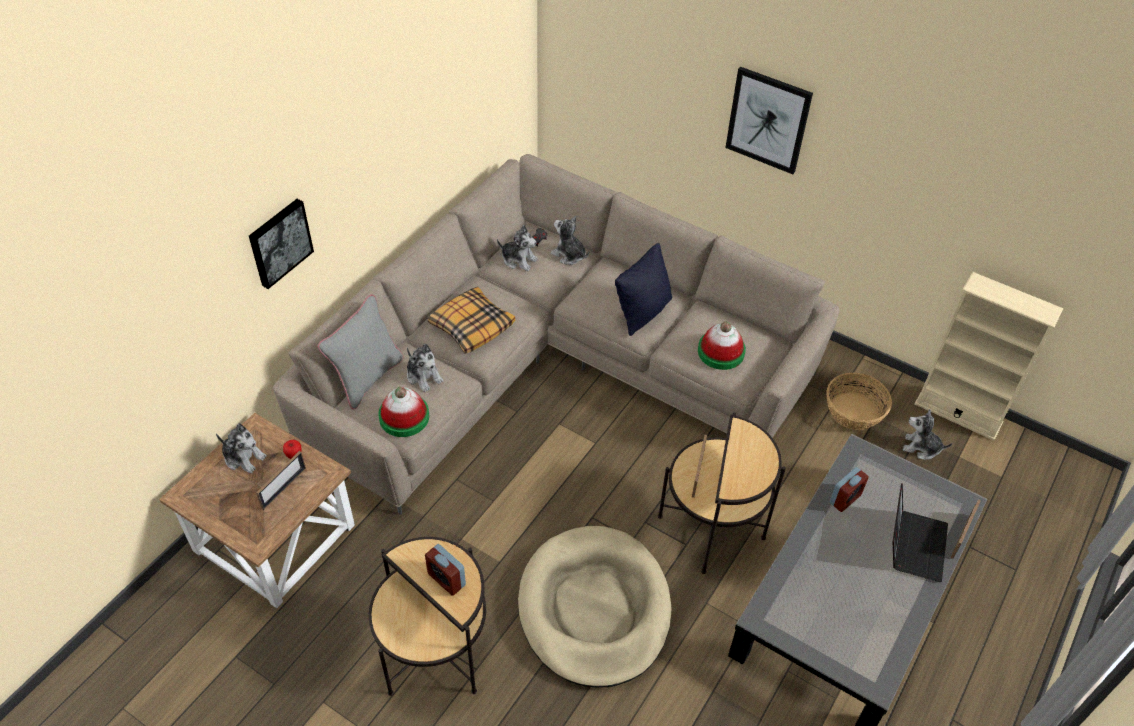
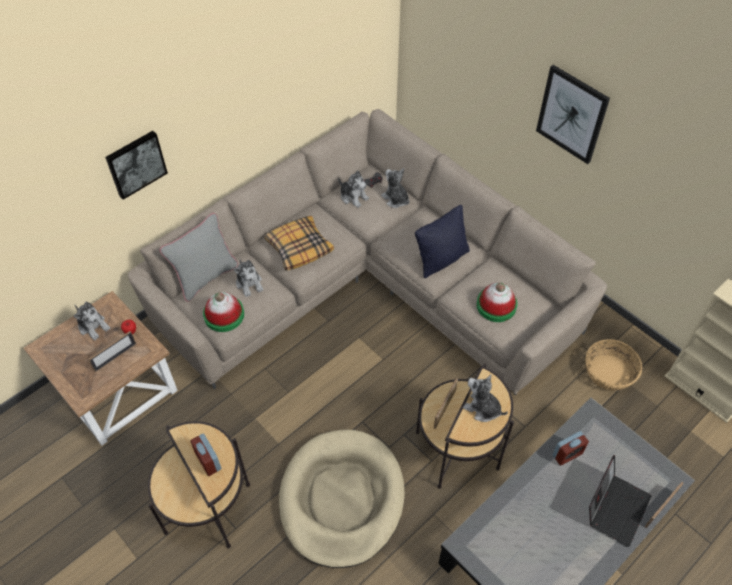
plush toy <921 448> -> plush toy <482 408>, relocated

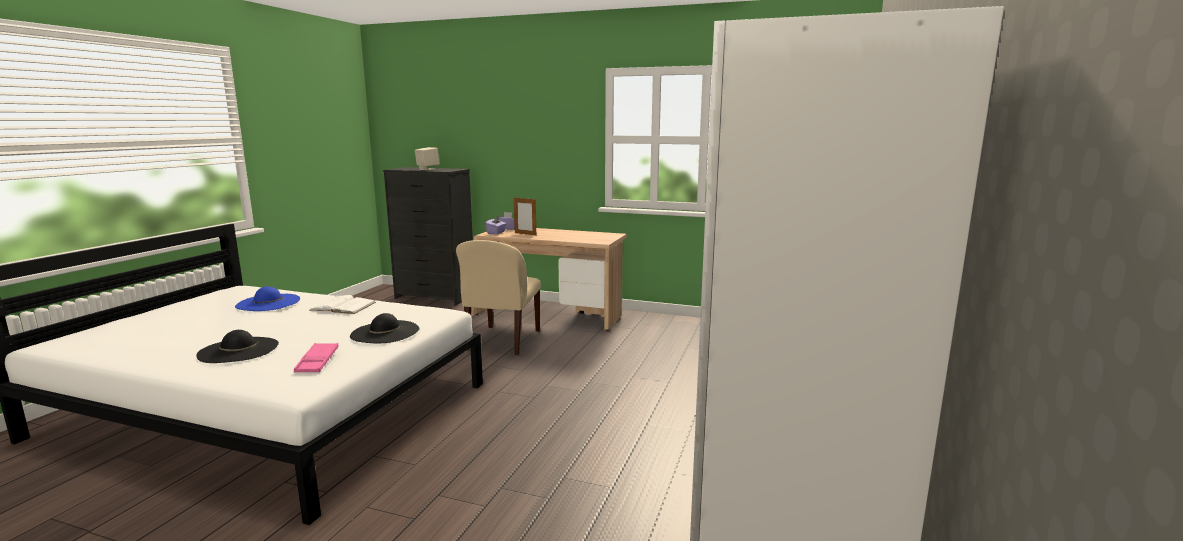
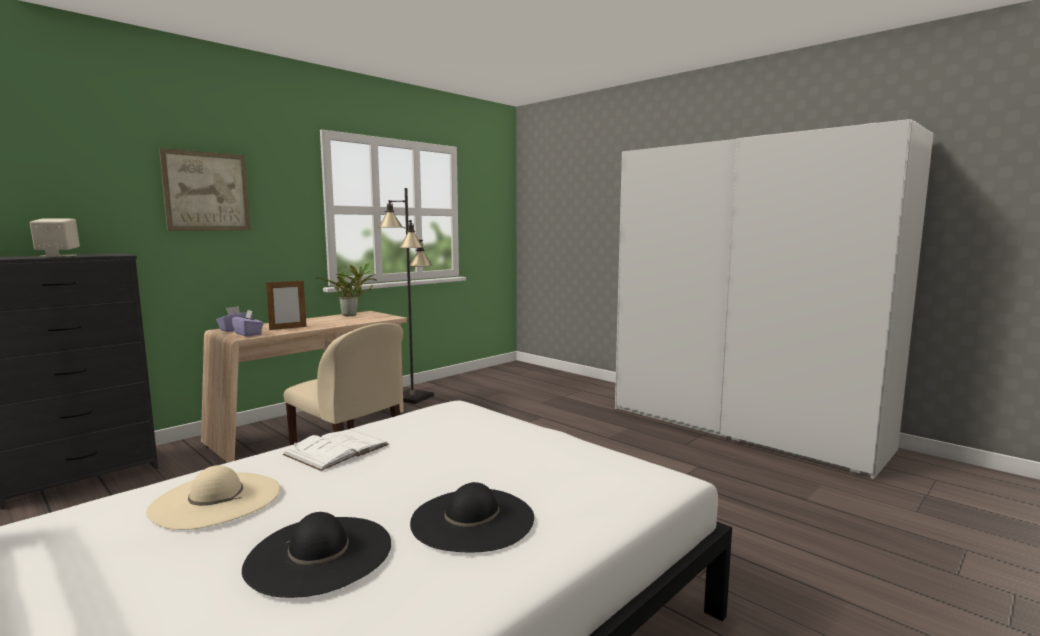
blue hat <268 303> -> beige hat <216 499>
black hat <385 332> -> black hat <319 554>, relocated
pink tray <317 362> -> none
none -> picture <206 191>
none -> black floor lamp <412 397>
none -> potted plant <351 315>

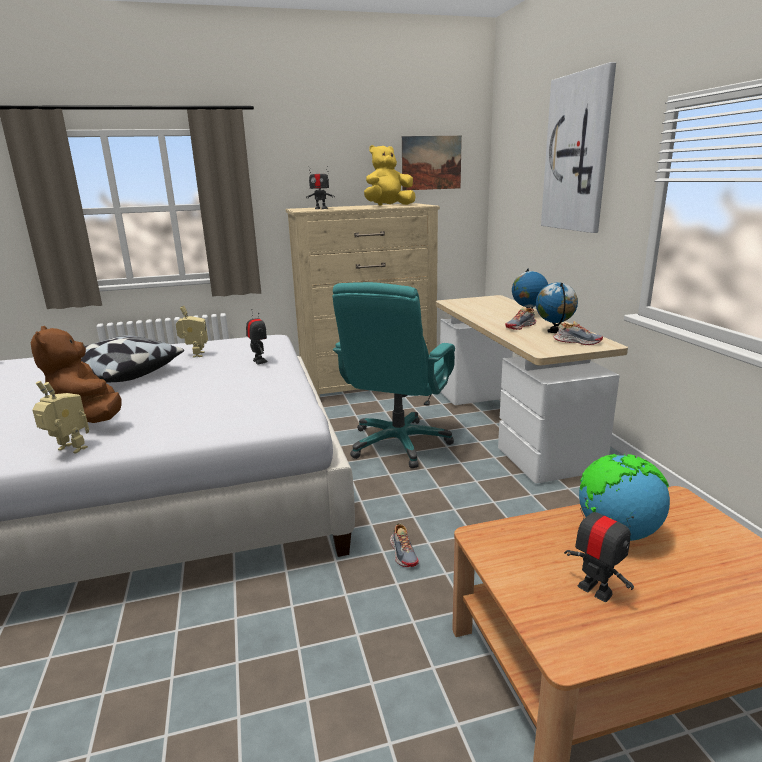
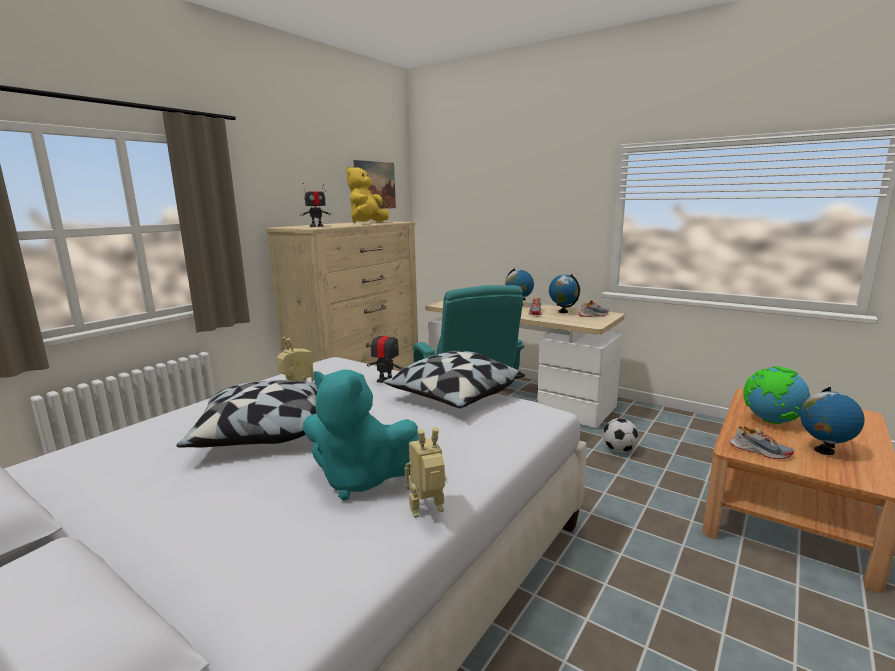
picture <577 153> -> none
brown plush toy <90 419> -> turquoise plush toy <361 479>
toy robot <595 590> -> globe <823 451>
shoe <404 553> -> shoe <759 451>, relocated
none -> pillow <454 397>
none -> football <619 450>

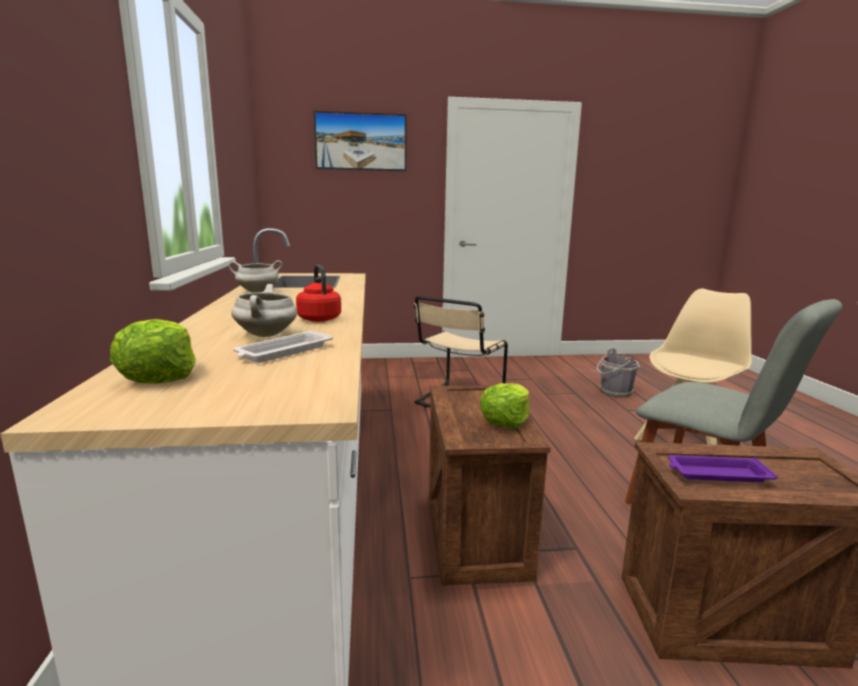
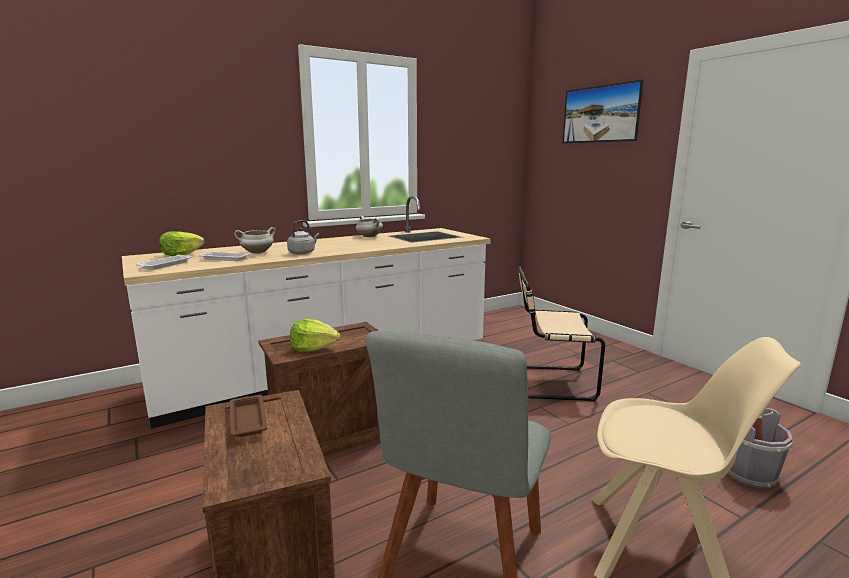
red kettle <318 318> -> grey kettle <303 253>
purple tray <716 474> -> brown tray <248 419>
none -> white tray <164 265>

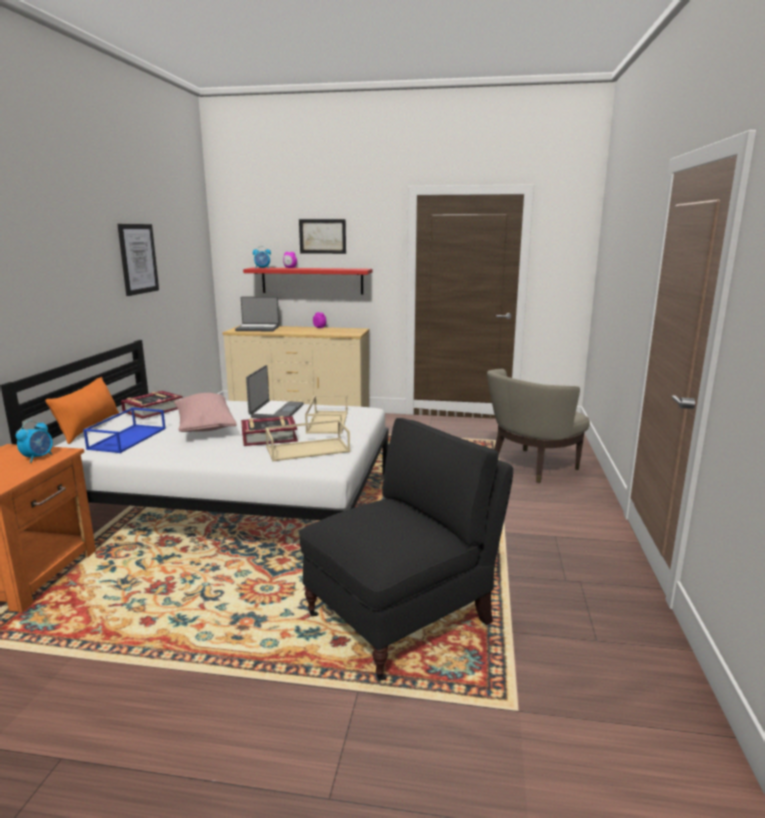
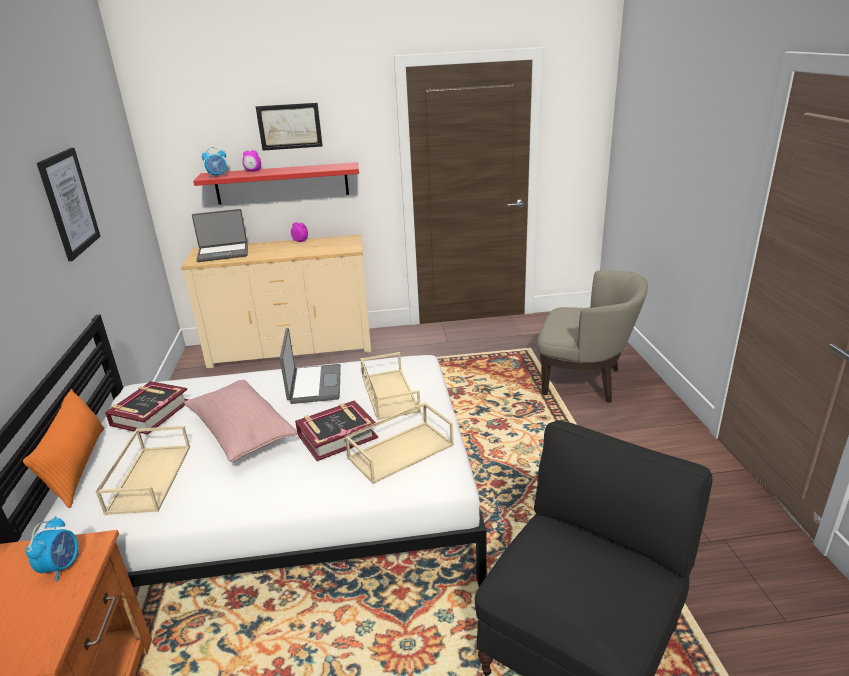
beige armchair <530 467> -> beige armchair <585 381>, 105 degrees counterclockwise
blue tray <127 438> -> beige tray <149 477>

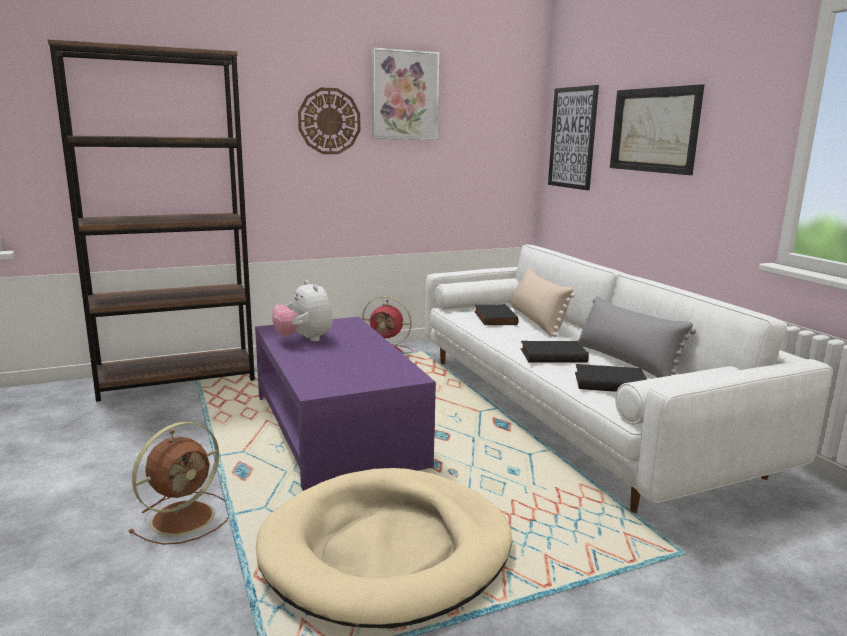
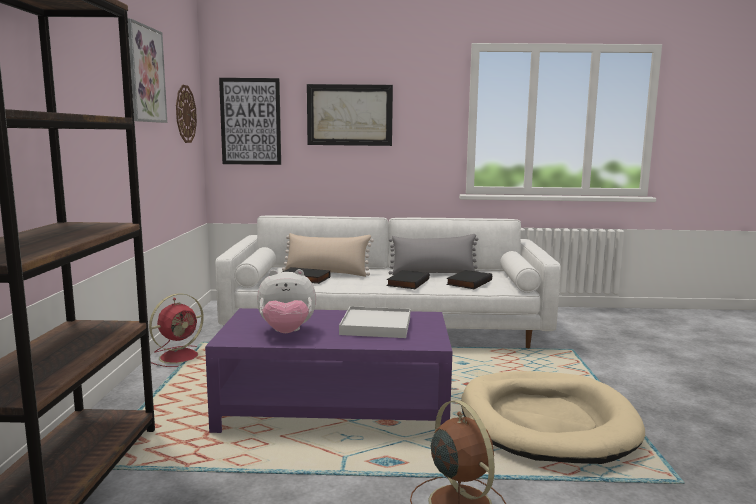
wall clock <329 121> -> wall clock <185 114>, relocated
none -> white tray <376 326>

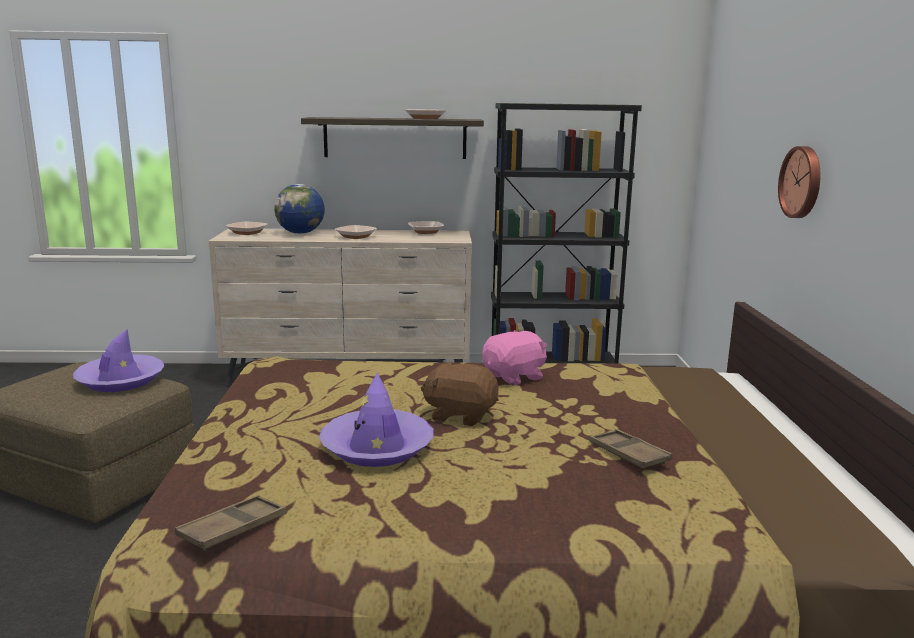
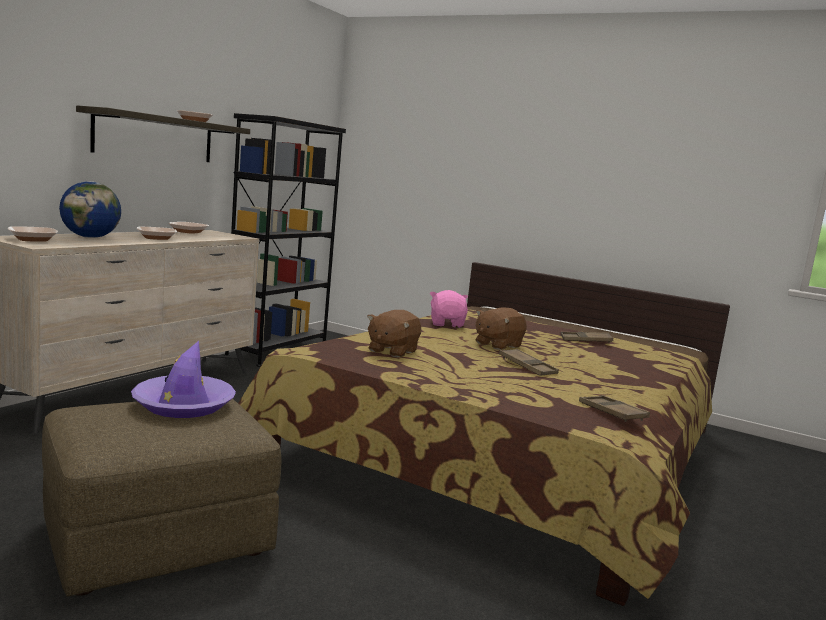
wall clock <802 182> -> none
purple hat <377 447> -> brown tray <527 367>
none -> brown plush toy <392 351>

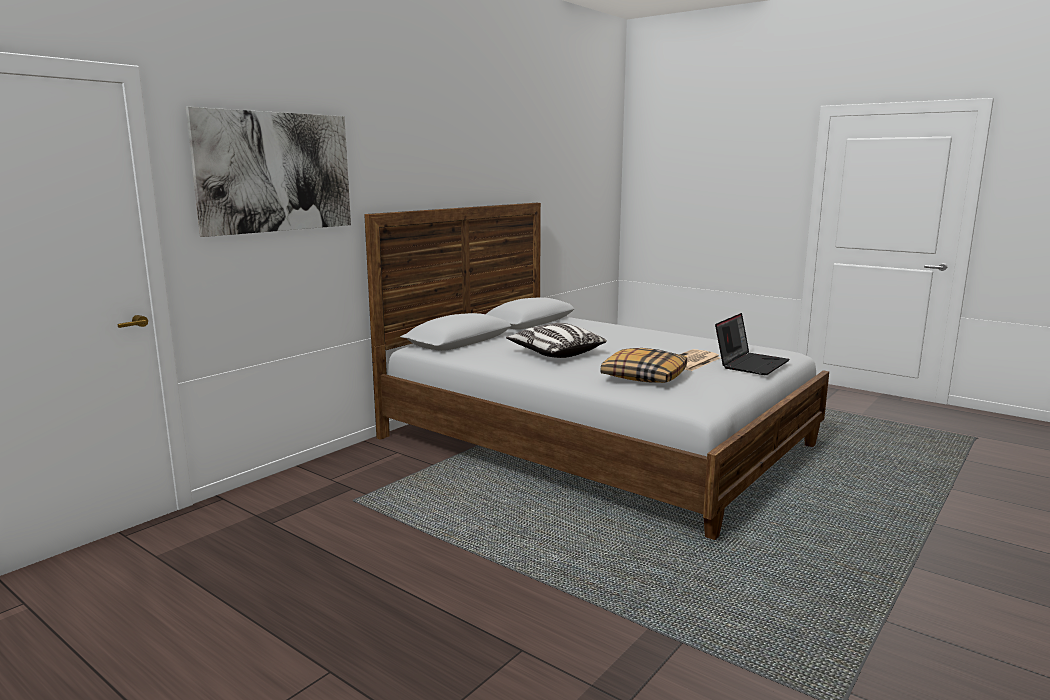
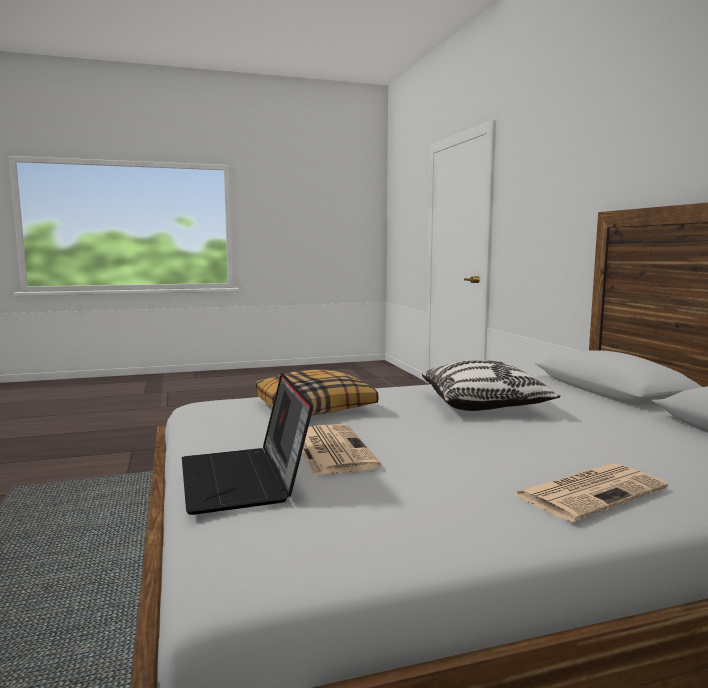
picture <276 172> -> none
none -> newspaper <591 491>

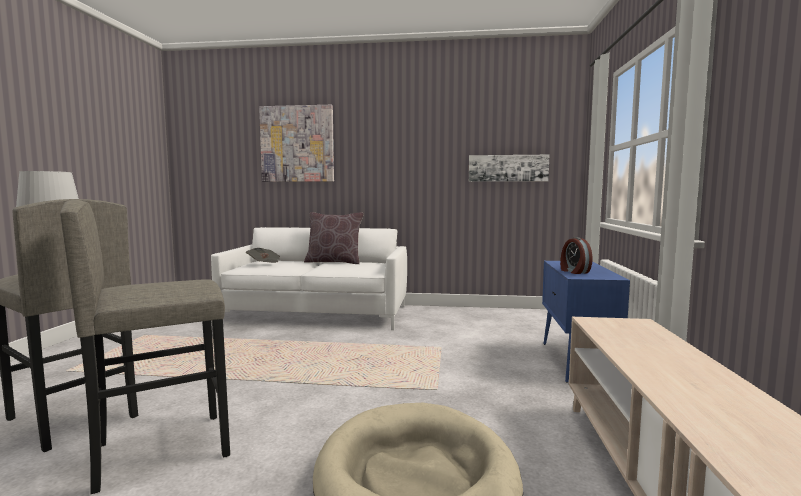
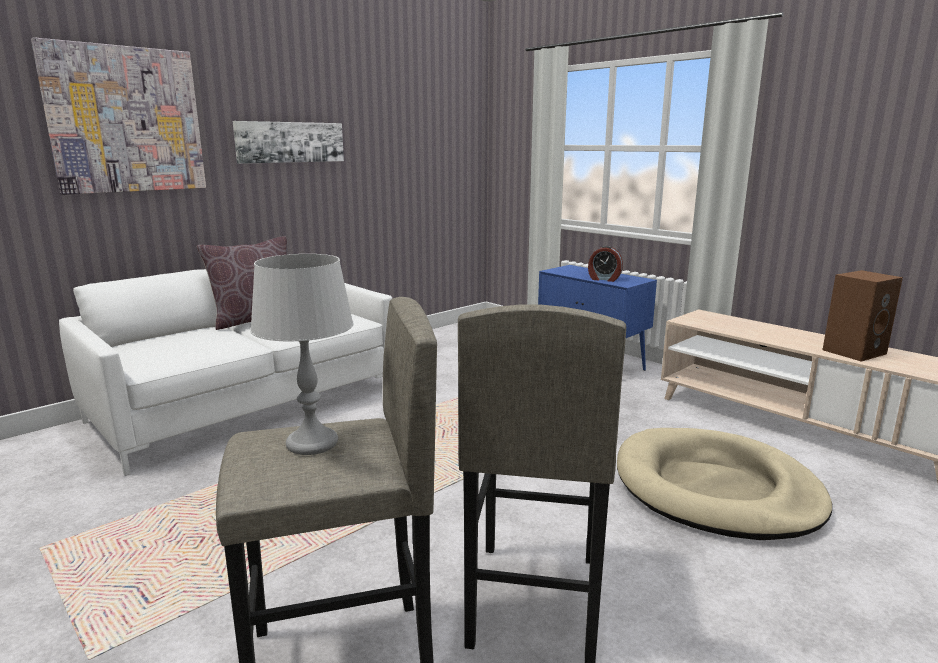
picture <508 168> -> picture <290 142>, relocated
newspaper <265 265> -> none
none -> brown speaker <853 351>

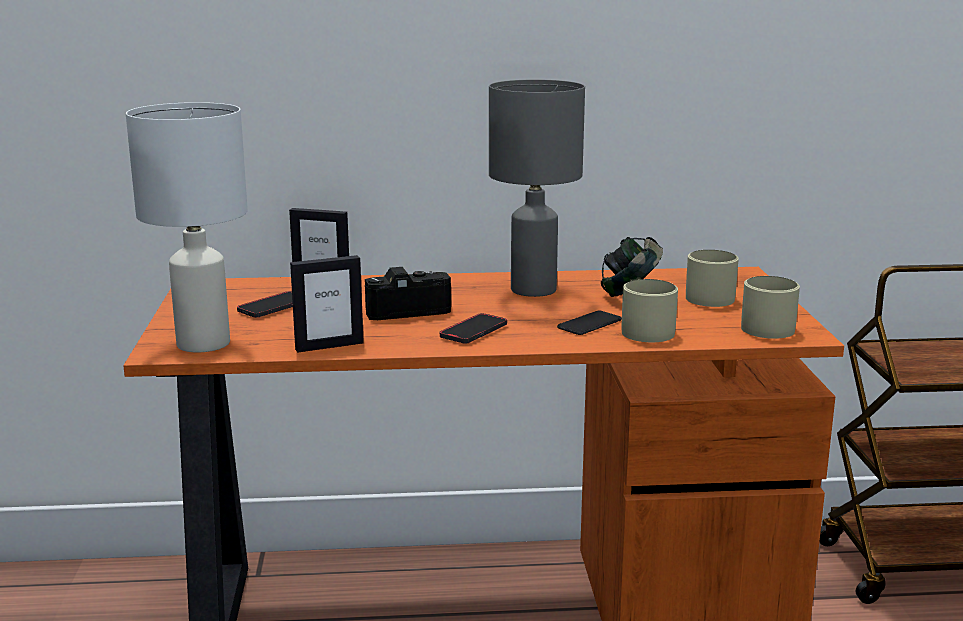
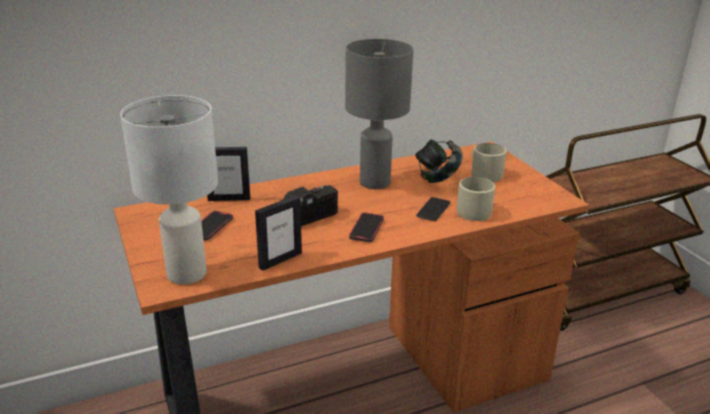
beige mug <766 327> -> none

